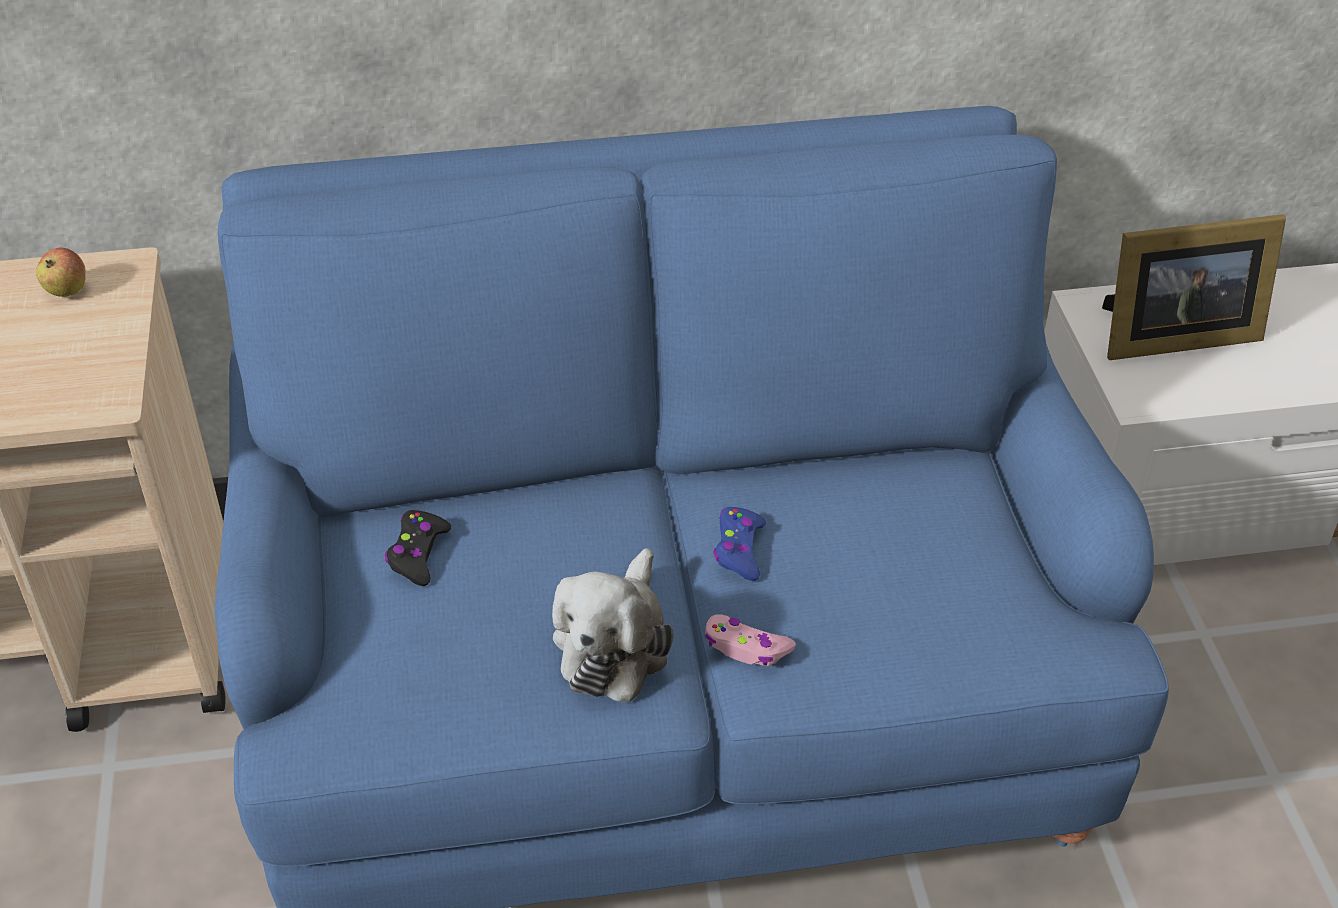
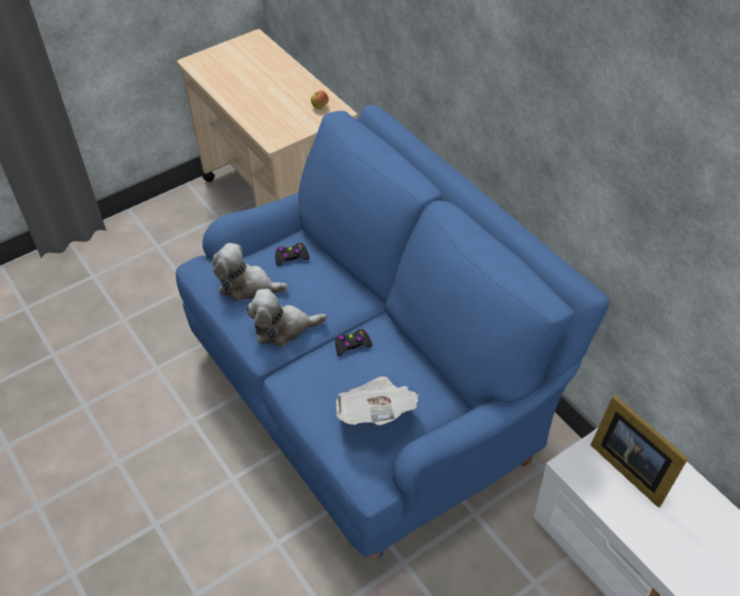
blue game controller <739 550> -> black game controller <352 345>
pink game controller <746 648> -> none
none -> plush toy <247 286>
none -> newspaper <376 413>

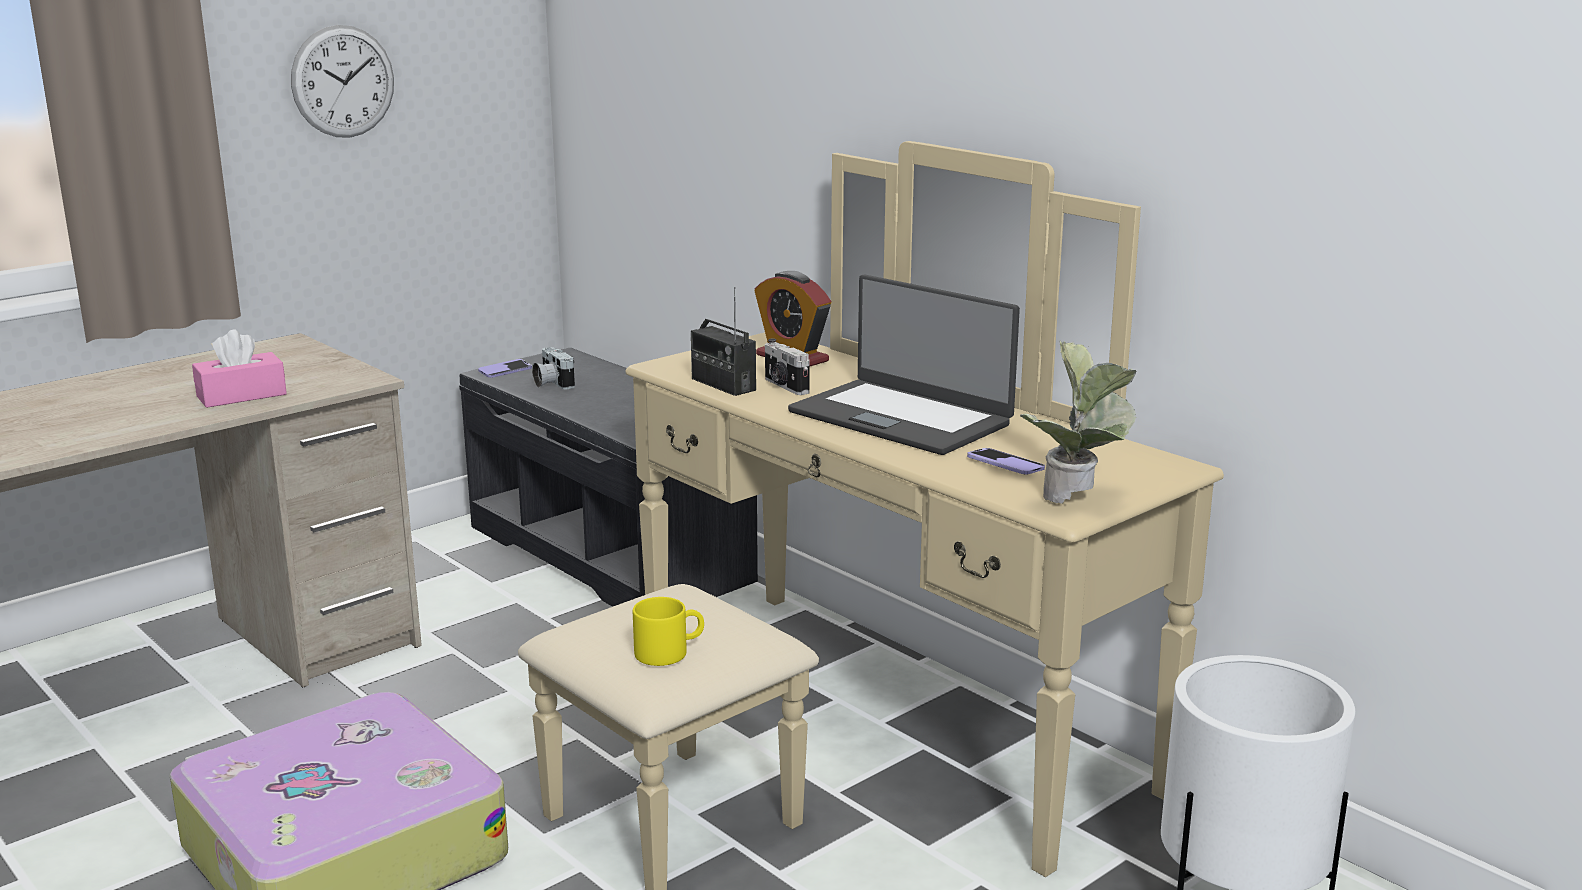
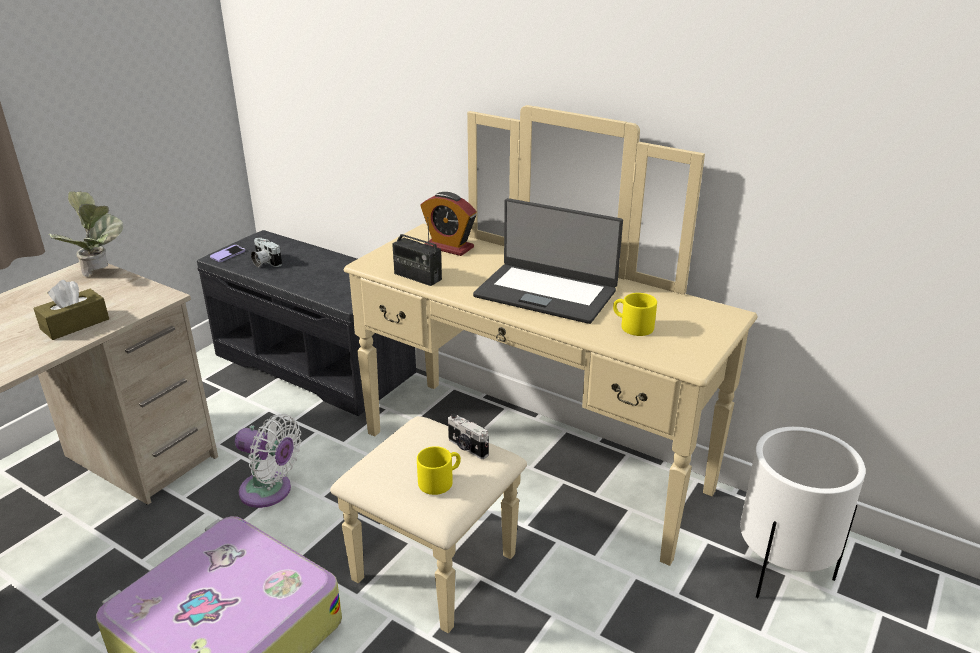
wall clock <343 81> -> none
pink tissue box <241 395> -> brown tissue box <75 324>
photo camera <784 386> -> photo camera <467 448>, relocated
potted plant <1078 501> -> potted plant <100 274>, relocated
phone <1005 464> -> yellow mug <631 326>
none -> white fan <270 492>

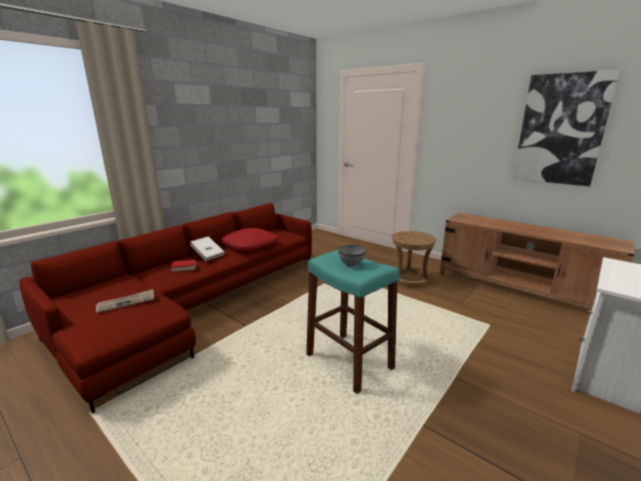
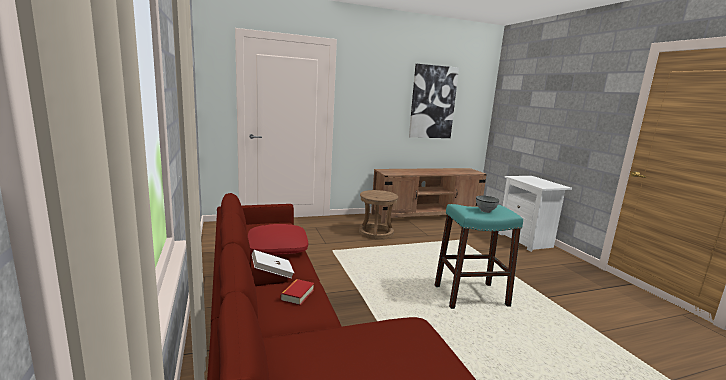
newspaper <126 302> -> none

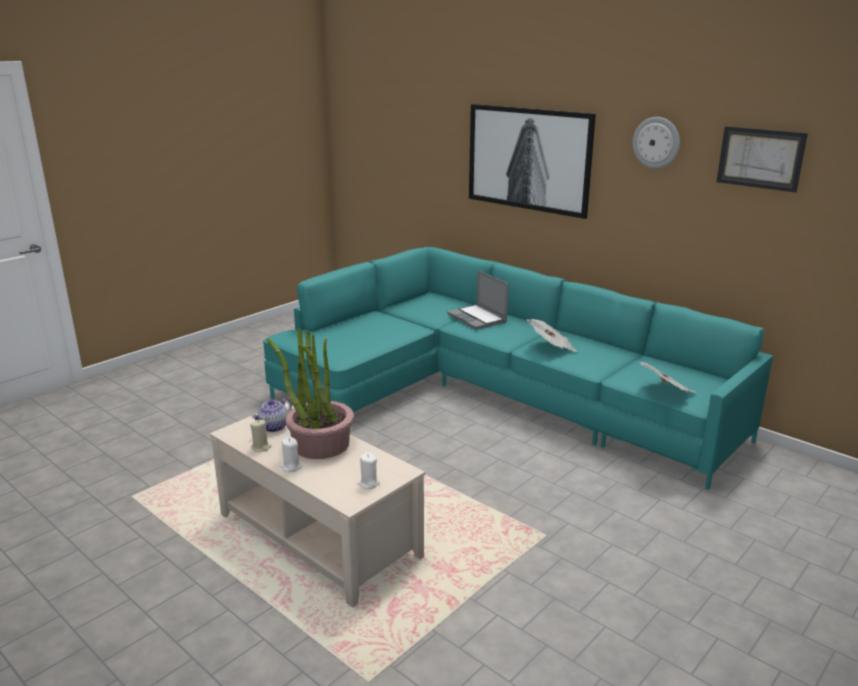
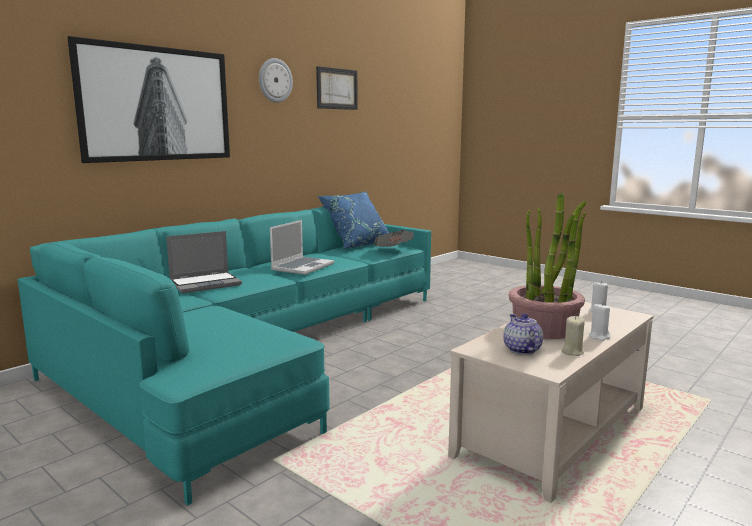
newspaper <551 348> -> laptop <302 267>
teapot <273 427> -> teapot <521 349>, 135 degrees counterclockwise
none -> blue pillow <357 245>

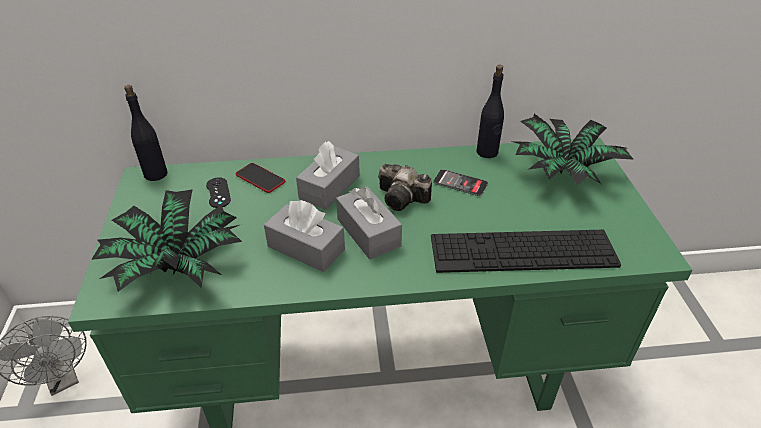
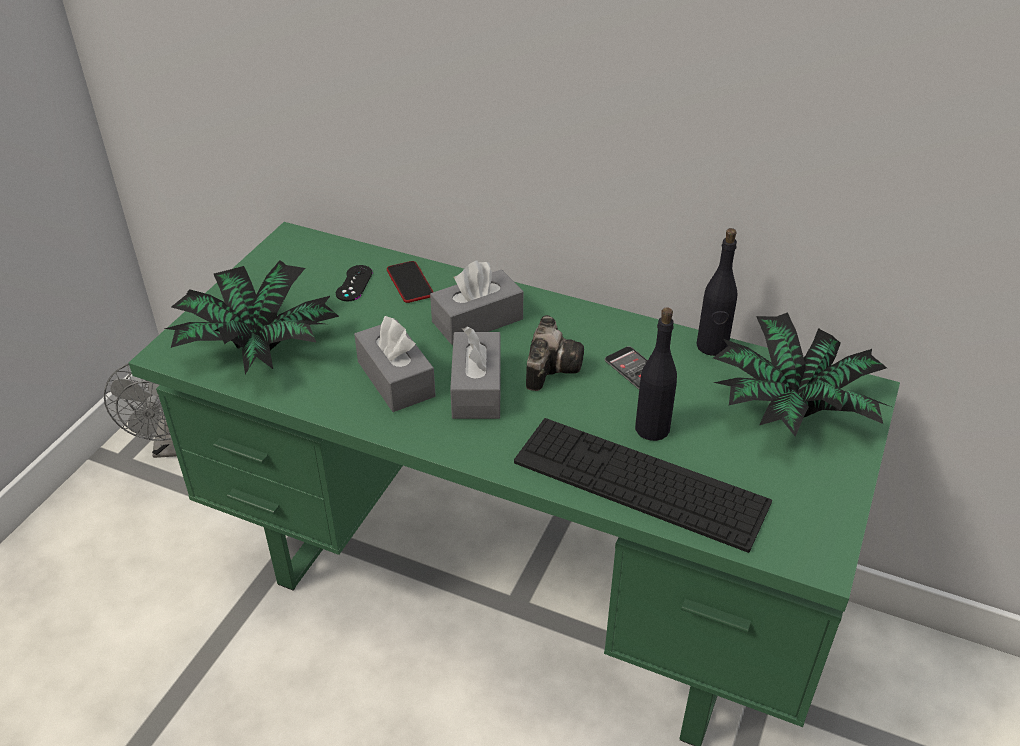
black bottle <155 174> -> black bottle <651 428>, relocated
photo camera <404 199> -> photo camera <551 366>, 135 degrees counterclockwise

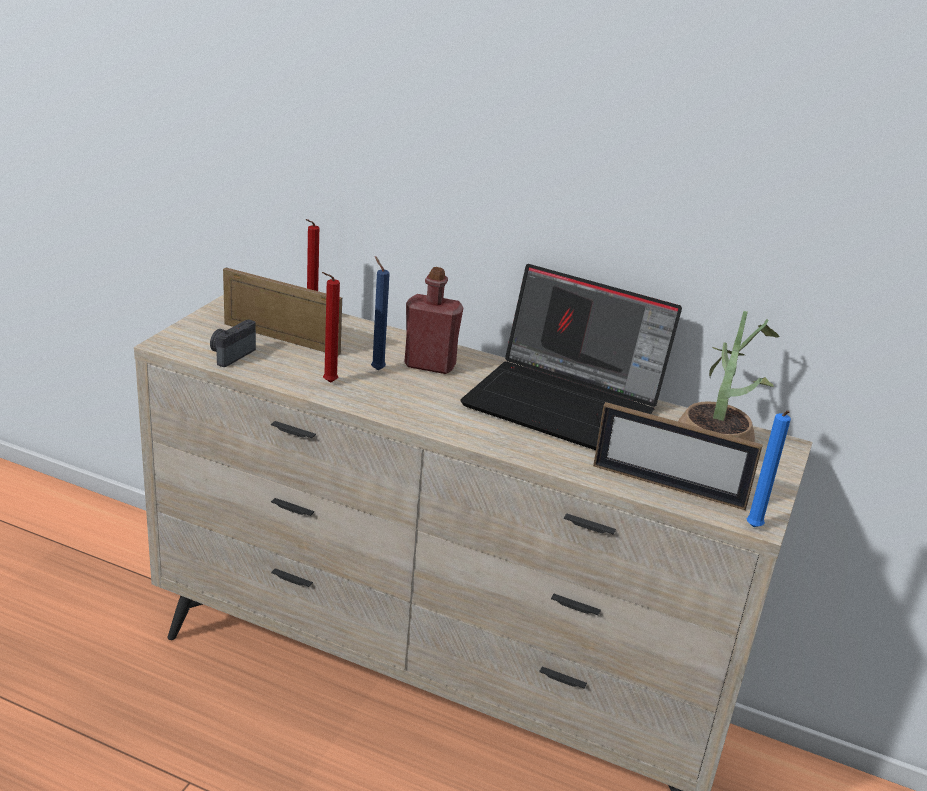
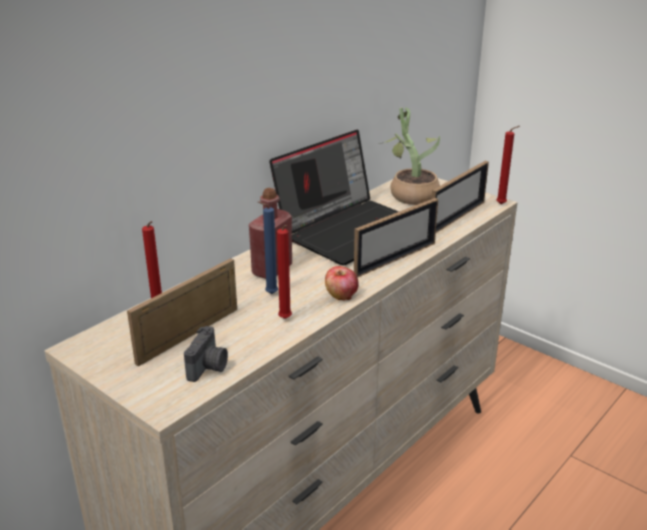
photo camera <230 354> -> photo camera <208 367>, 120 degrees counterclockwise
blue candle <753 529> -> red candle <502 204>
none -> picture frame <395 259>
none -> apple <341 295>

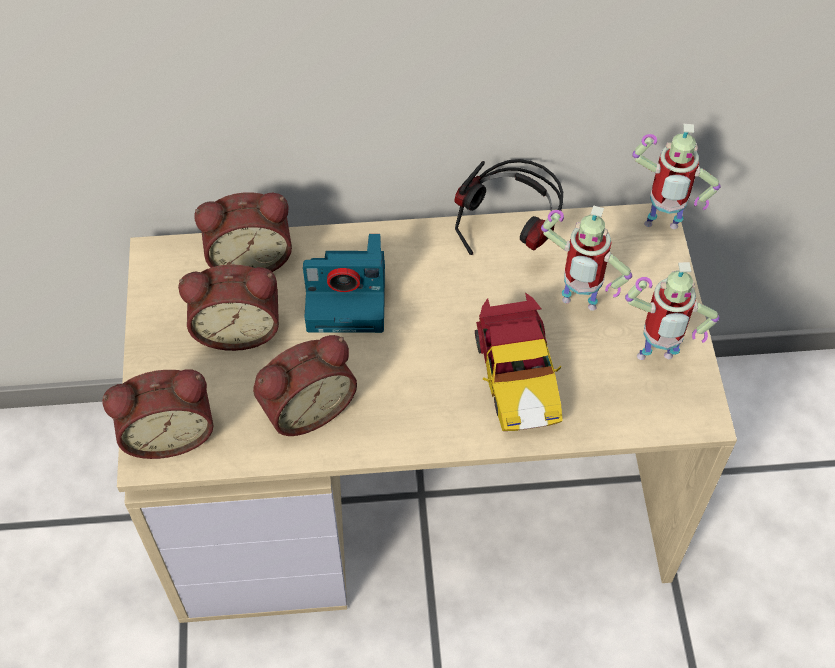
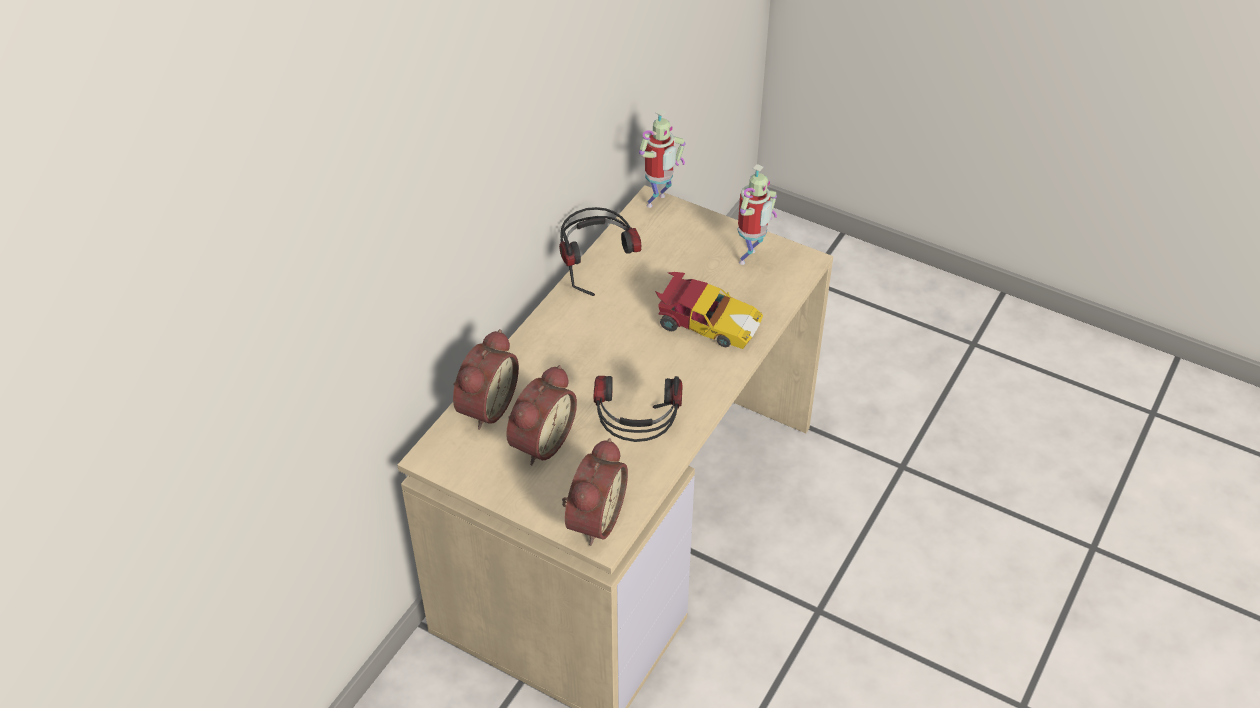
toy robot <576 307> -> none
photo camera <349 296> -> none
alarm clock <306 407> -> headphones <637 436>

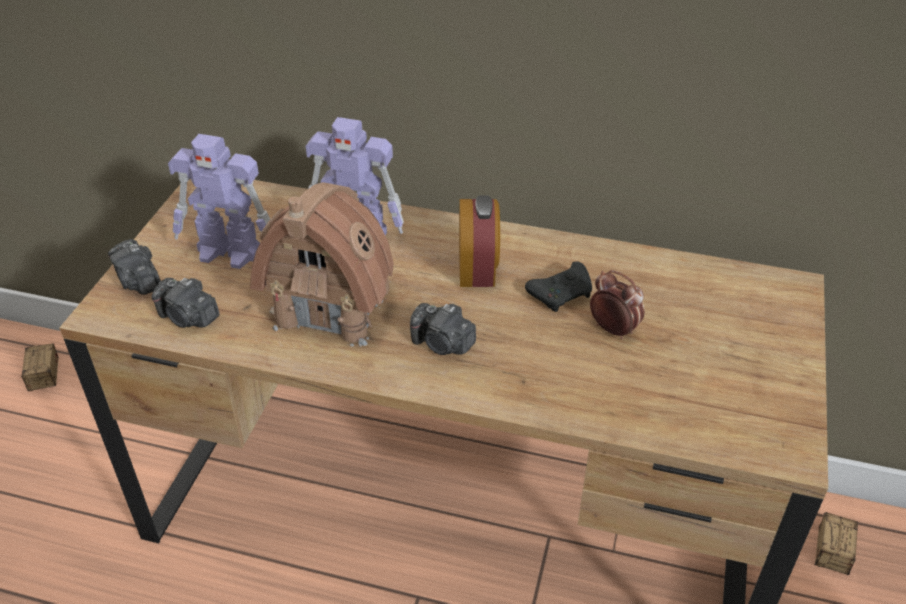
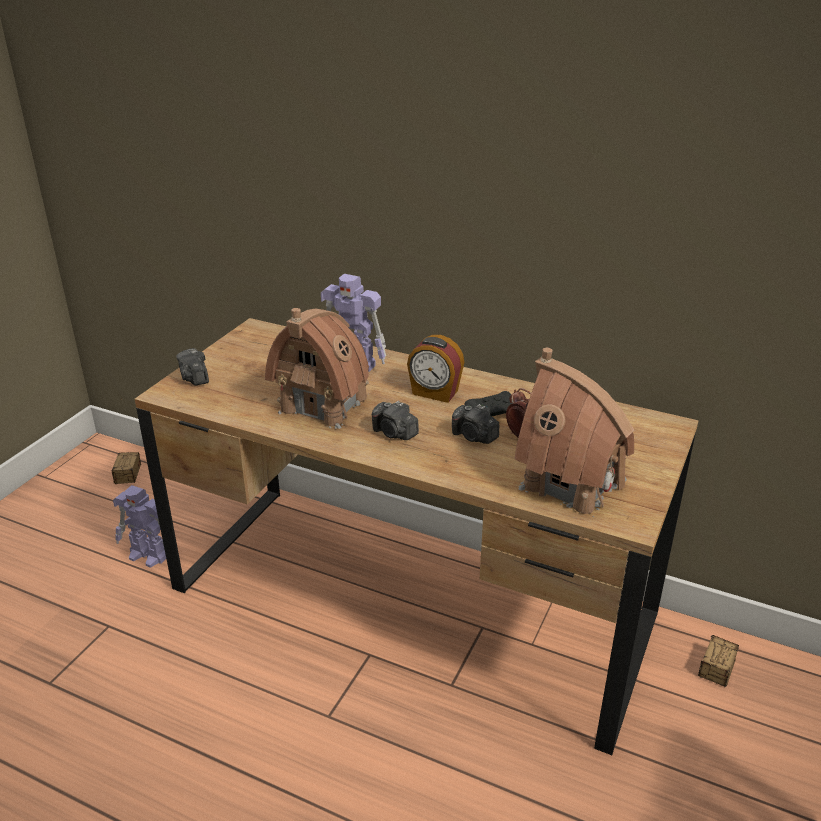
toy robot <230 252> -> toy robot <149 555>, relocated
alarm clock <478 269> -> alarm clock <434 393>, 105 degrees clockwise
photo camera <188 317> -> photo camera <474 437>, relocated
none -> toy house <571 483>

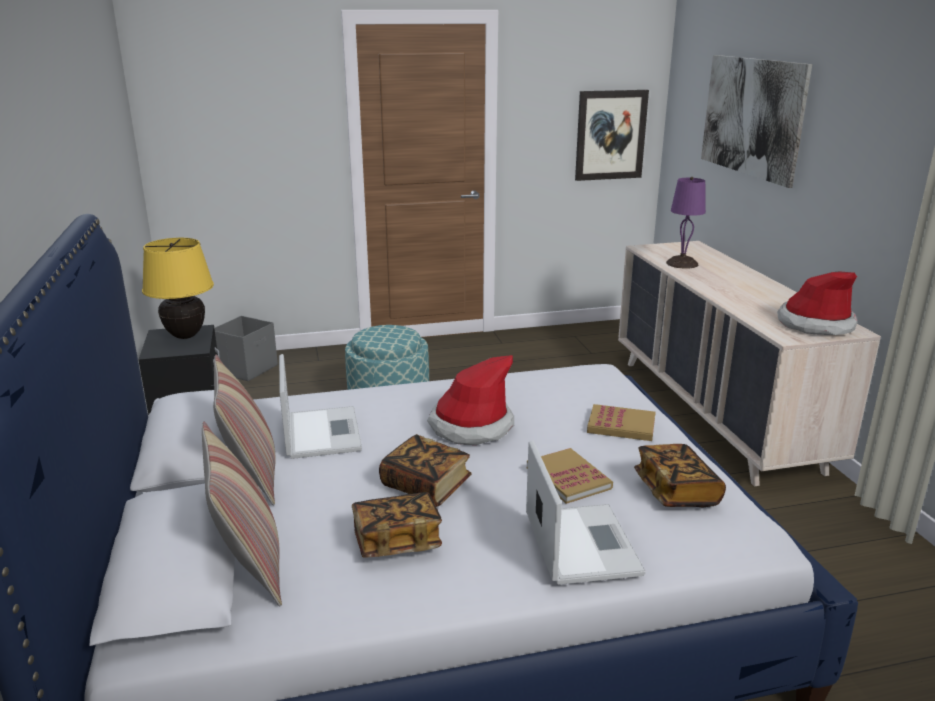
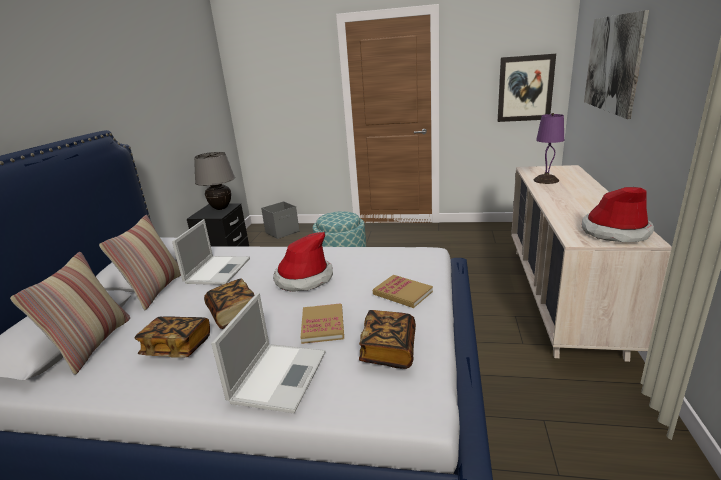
yellow table lamp <185 336> -> grey table lamp <220 208>

